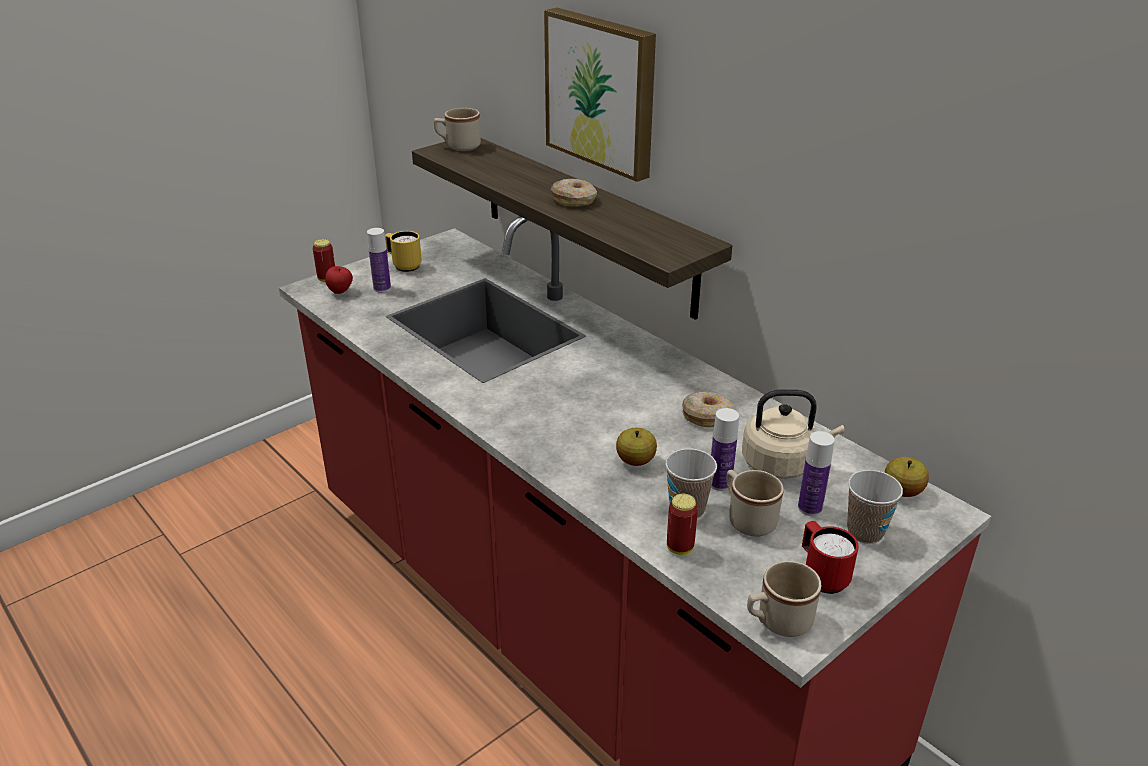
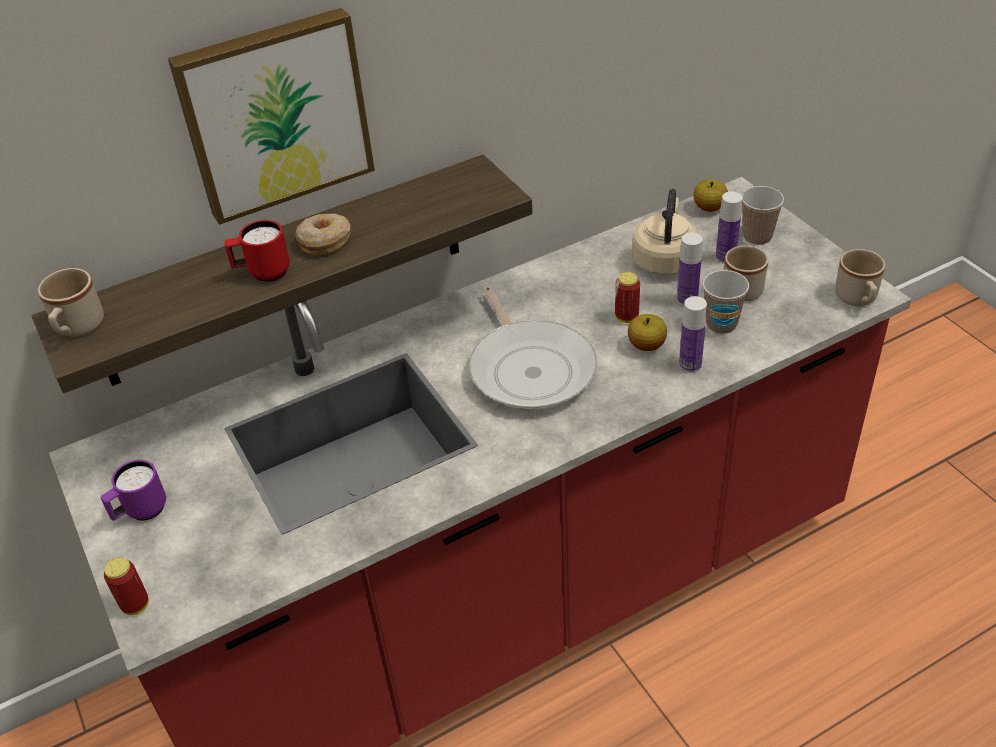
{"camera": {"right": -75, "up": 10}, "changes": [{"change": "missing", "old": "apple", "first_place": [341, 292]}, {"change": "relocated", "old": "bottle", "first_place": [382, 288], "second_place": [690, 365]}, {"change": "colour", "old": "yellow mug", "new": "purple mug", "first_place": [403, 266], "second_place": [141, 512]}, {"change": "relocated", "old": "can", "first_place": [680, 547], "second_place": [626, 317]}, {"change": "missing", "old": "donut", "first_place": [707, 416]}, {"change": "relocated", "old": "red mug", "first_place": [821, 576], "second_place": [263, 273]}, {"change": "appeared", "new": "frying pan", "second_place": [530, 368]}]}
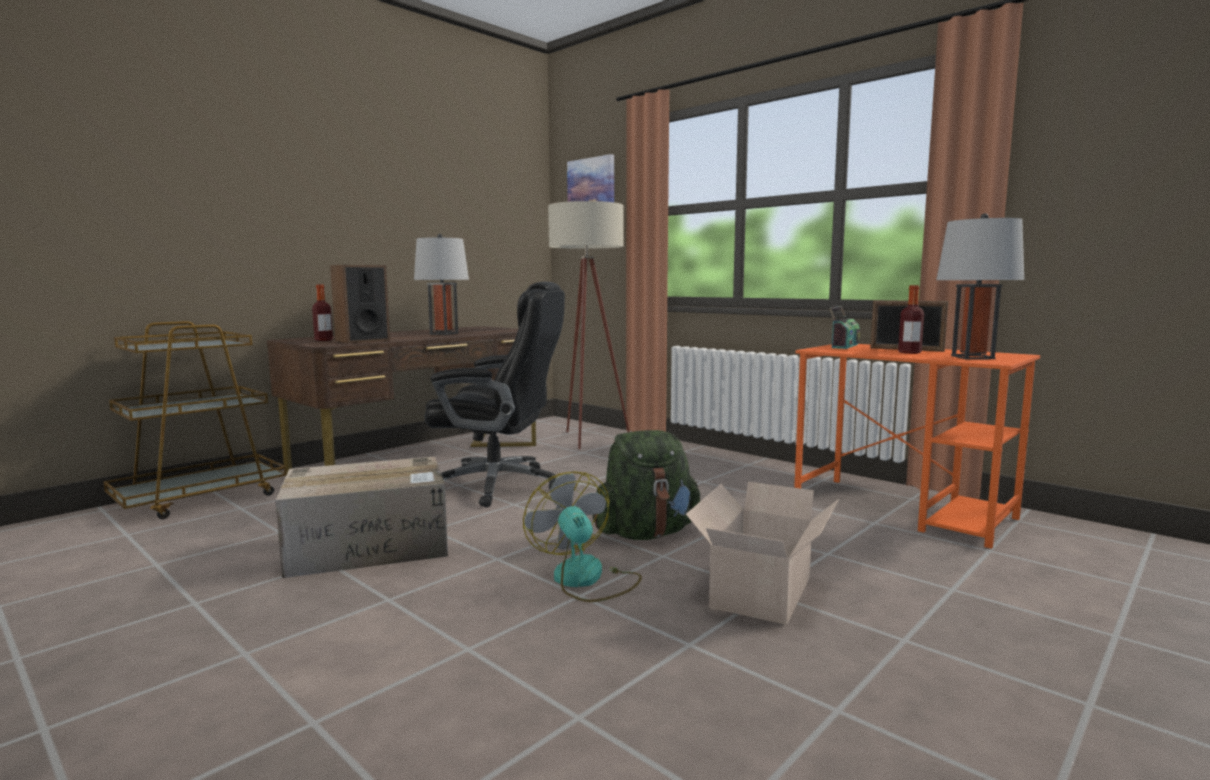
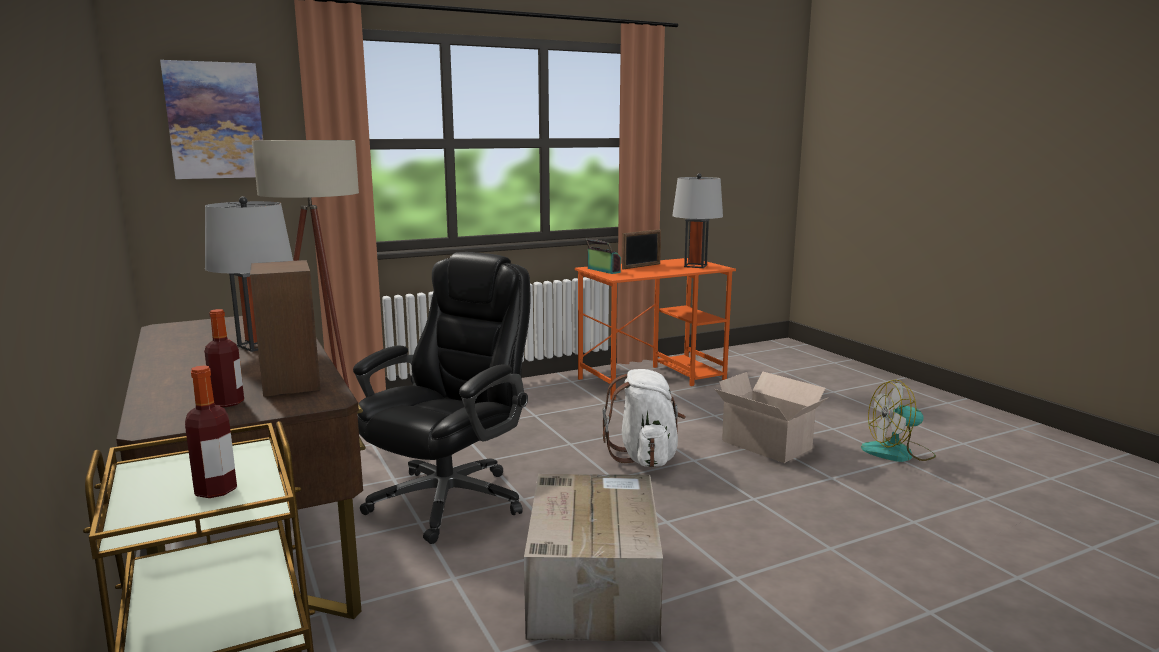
{"camera": {"right": -70, "up": 5}, "changes": [{"change": "relocated", "old": "fan", "first_place": [585, 579], "second_place": [898, 453]}, {"change": "colour", "old": "green backpack", "new": "white backpack", "first_place": [646, 533], "second_place": [645, 457]}, {"change": "relocated", "old": "bottle", "first_place": [909, 352], "second_place": [216, 490]}]}
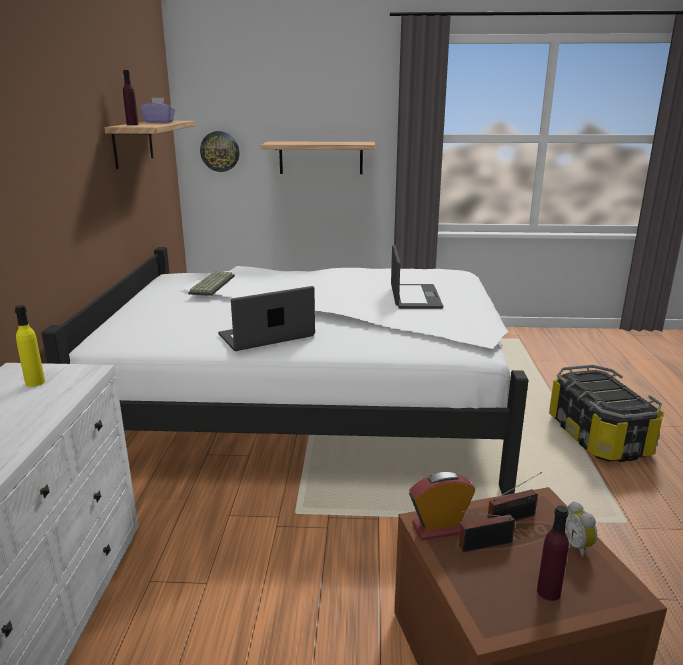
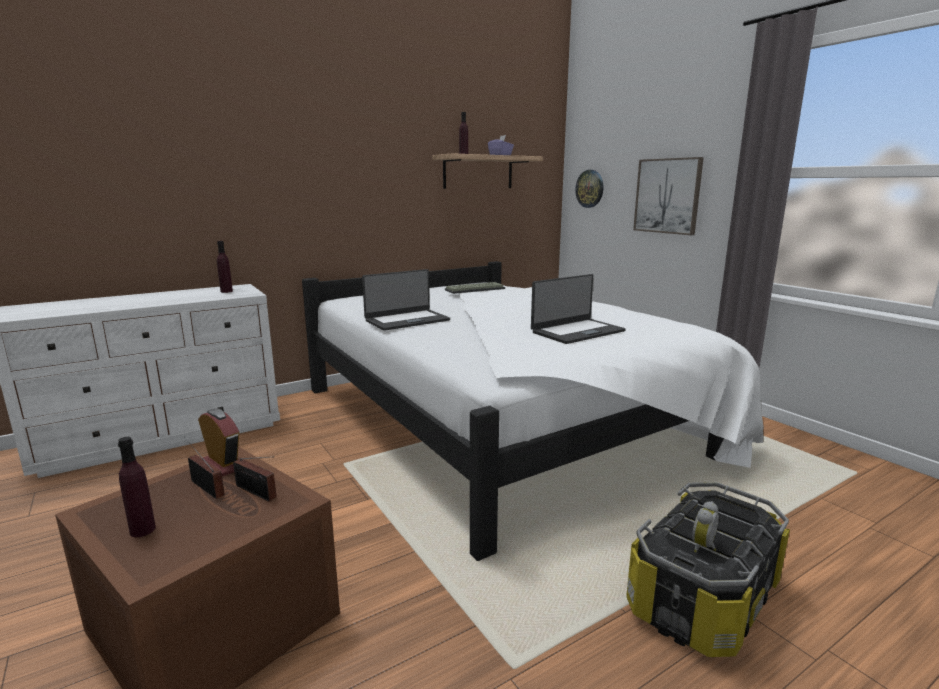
{"camera": {"right": 55, "up": -5}, "changes": [{"change": "colour", "old": "yellow bottle", "new": "purple bottle", "first_place": [35, 382], "second_place": [226, 291]}, {"change": "spun", "old": "laptop", "first_place": [267, 336], "second_place": [407, 320], "degrees": 120}, {"change": "exchanged", "old": "shelf", "new": "picture", "first_place": [321, 157], "second_place": [667, 196]}, {"change": "relocated", "old": "alarm clock", "first_place": [577, 546], "second_place": [705, 547]}]}
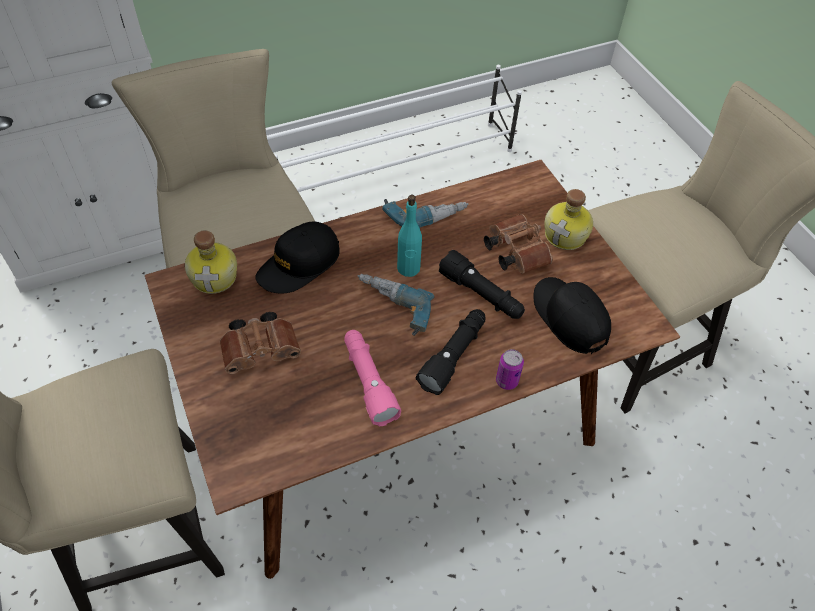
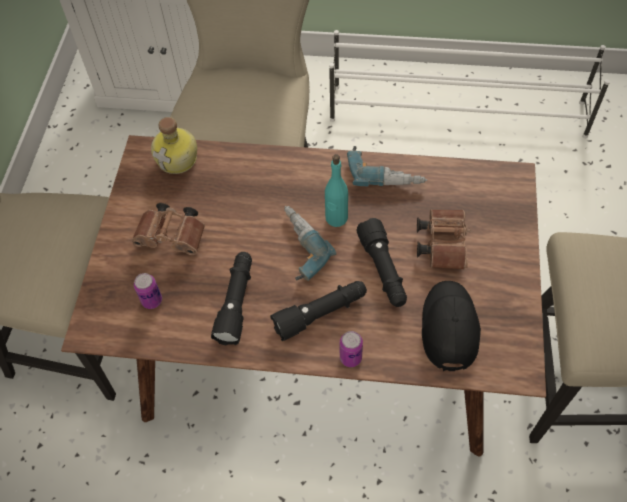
{"camera": {"right": 35, "up": 5}, "changes": [{"change": "missing", "old": "black cap", "first_place": [299, 265]}, {"change": "colour", "old": "pink flashlight", "new": "black flashlight", "first_place": [368, 382], "second_place": [236, 302]}, {"change": "missing", "old": "bottle", "first_place": [566, 235]}, {"change": "appeared", "new": "can", "second_place": [152, 300]}]}
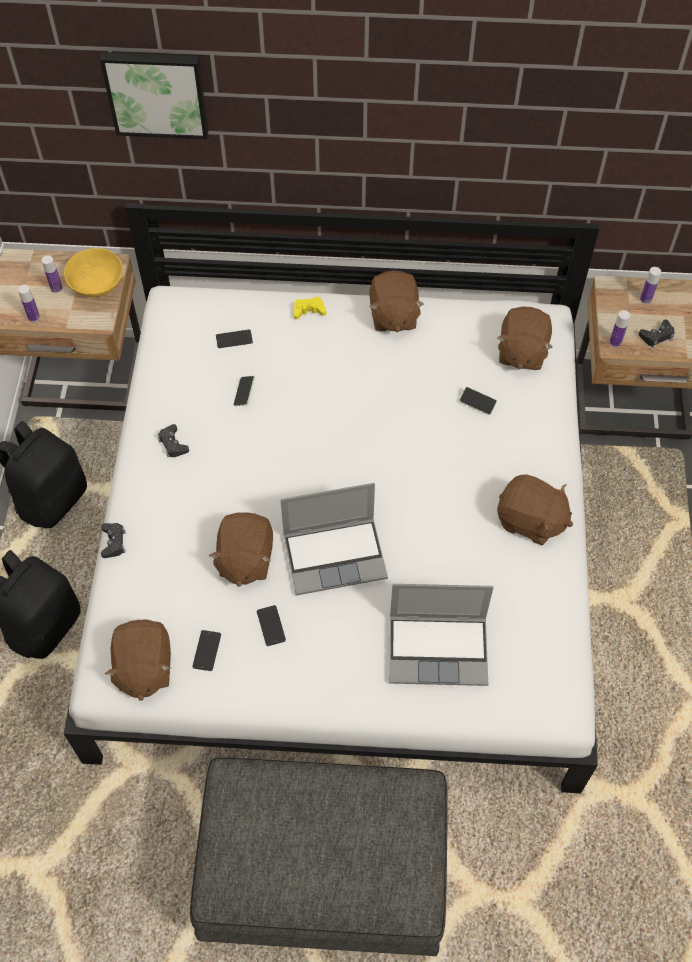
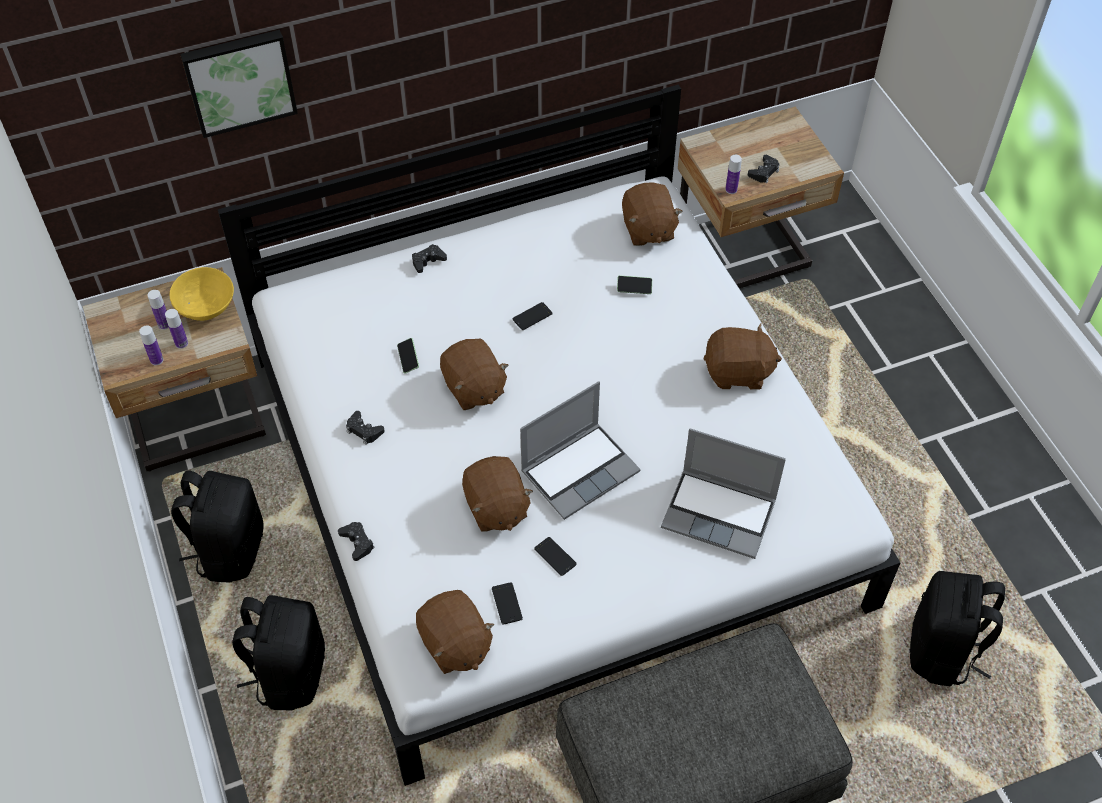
{"camera": {"right": -25, "up": -5}, "changes": [{"change": "relocated", "old": "phone", "first_place": [234, 339], "second_place": [532, 316]}, {"change": "colour", "old": "yellow game controller", "new": "black game controller", "first_place": [309, 310], "second_place": [428, 261]}, {"change": "relocated", "old": "brown plush toy", "first_place": [393, 316], "second_place": [473, 388]}, {"change": "spun", "old": "laptop", "first_place": [439, 649], "second_place": [720, 514], "degrees": 45}, {"change": "relocated", "old": "bottle", "first_place": [645, 299], "second_place": [181, 343]}, {"change": "appeared", "new": "black backpack", "second_place": [942, 651]}]}
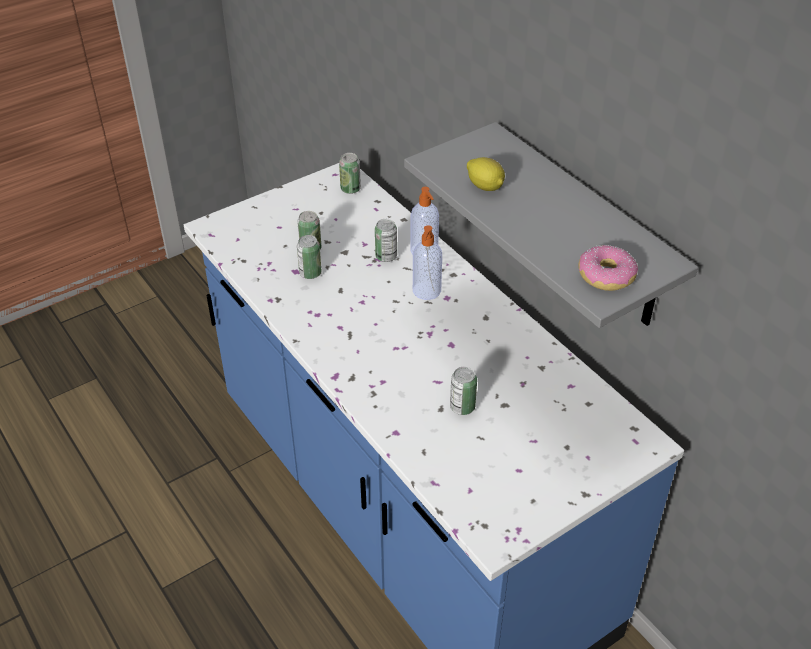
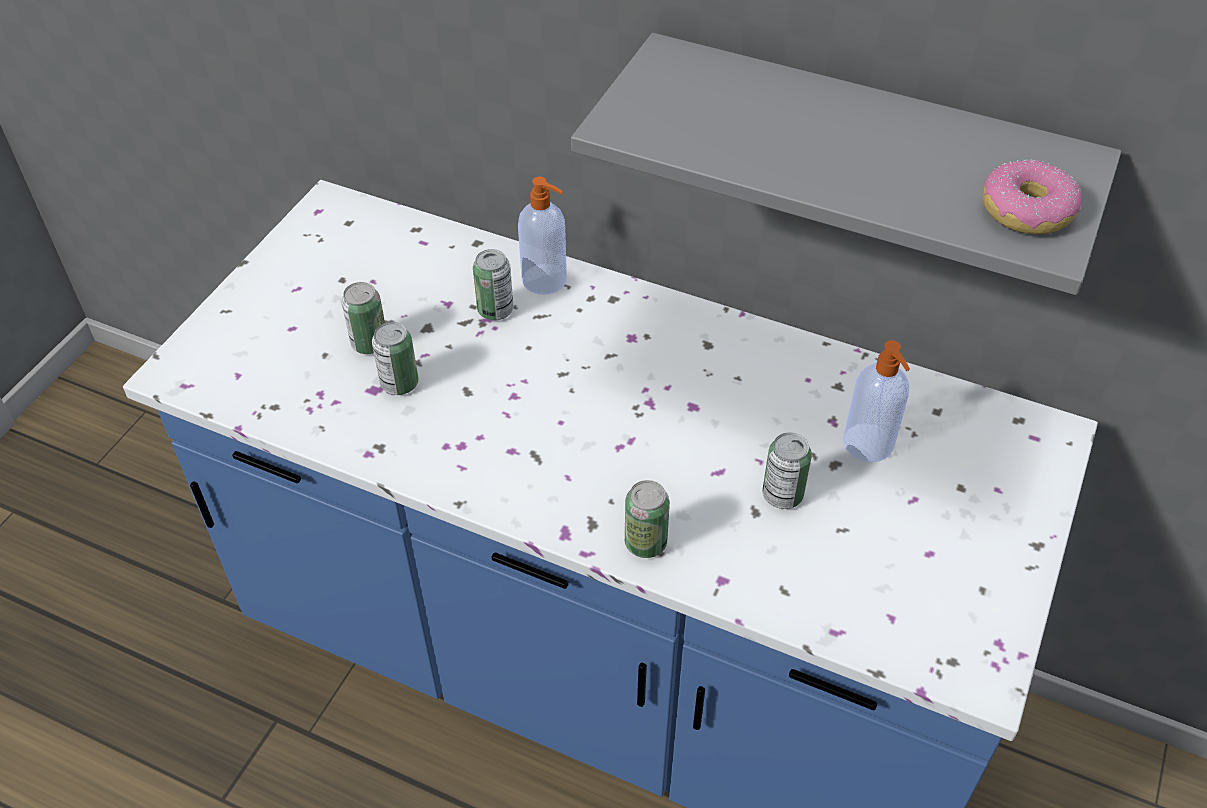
{"camera": {"right": -30, "up": 5}, "changes": [{"change": "relocated", "old": "can", "first_place": [350, 189], "second_place": [645, 543]}, {"change": "relocated", "old": "soap dispenser", "first_place": [426, 291], "second_place": [869, 444]}, {"change": "missing", "old": "lemon", "first_place": [485, 186]}]}
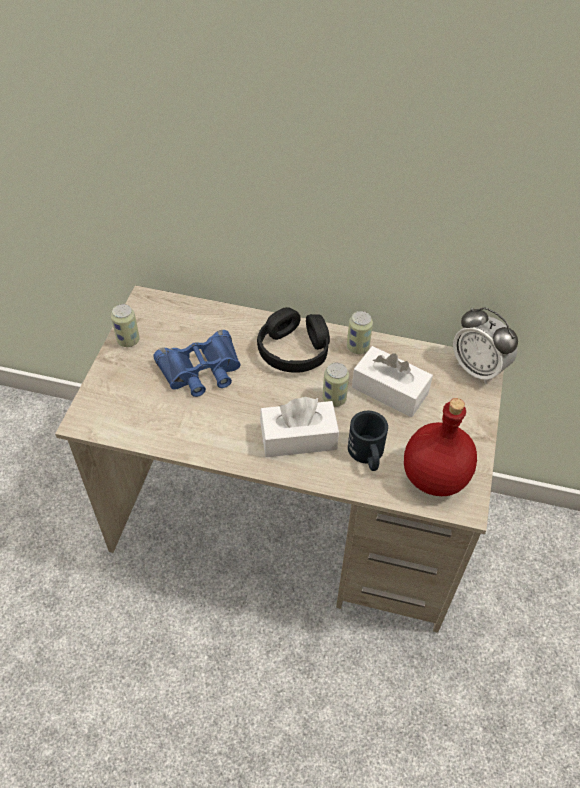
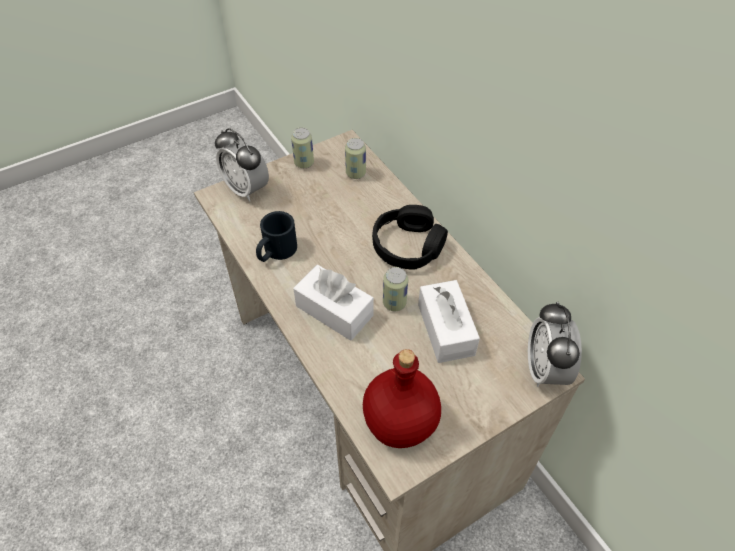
{"camera": {"right": 45, "up": 0}, "changes": [{"change": "missing", "old": "blue binoculars", "first_place": [201, 370]}, {"change": "relocated", "old": "can", "first_place": [357, 347], "second_place": [355, 173]}, {"change": "relocated", "old": "black mug", "first_place": [367, 455], "second_place": [276, 252]}, {"change": "appeared", "new": "alarm clock", "second_place": [246, 189]}]}
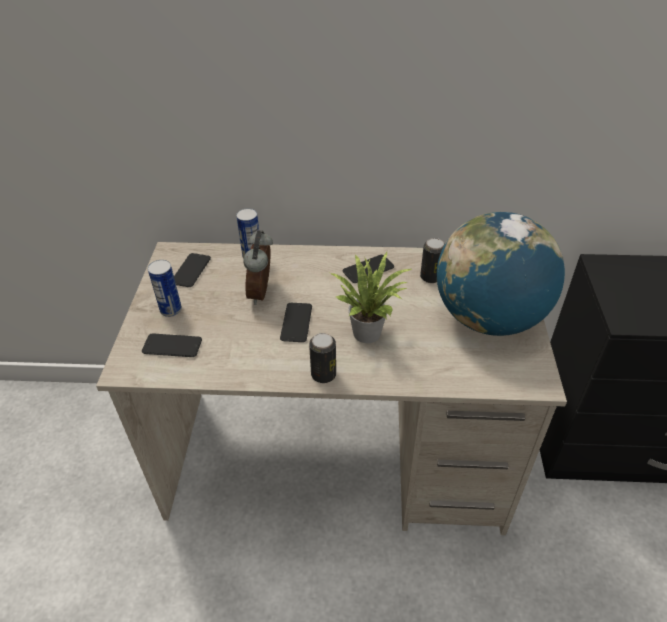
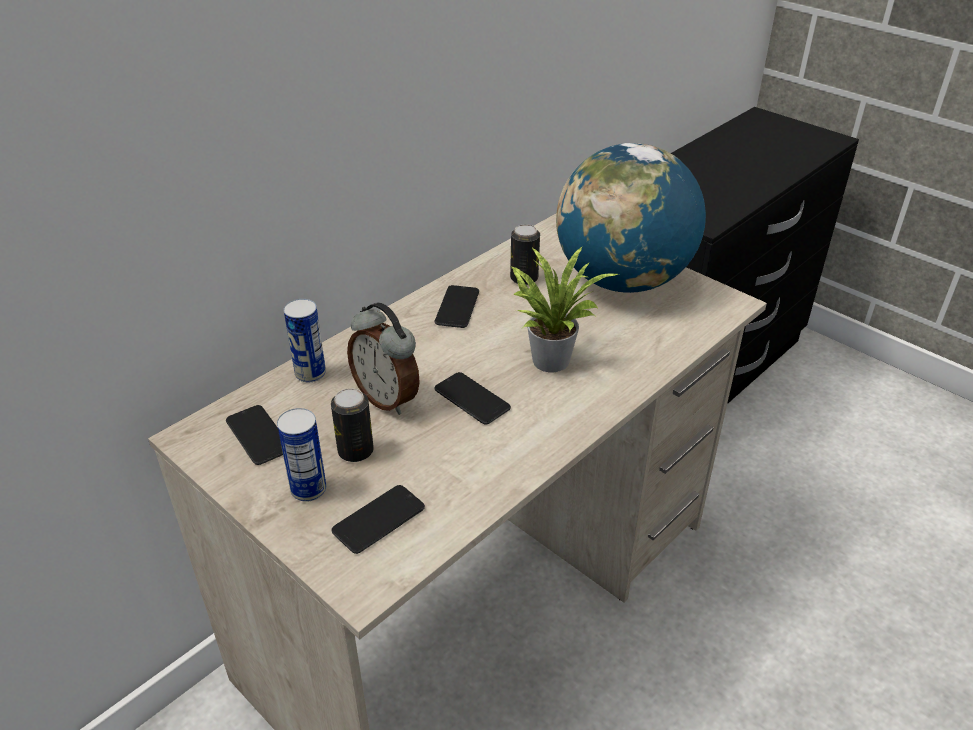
{"camera": {"right": -50, "up": -5}, "changes": [{"change": "relocated", "old": "can", "first_place": [323, 374], "second_place": [355, 451]}]}
